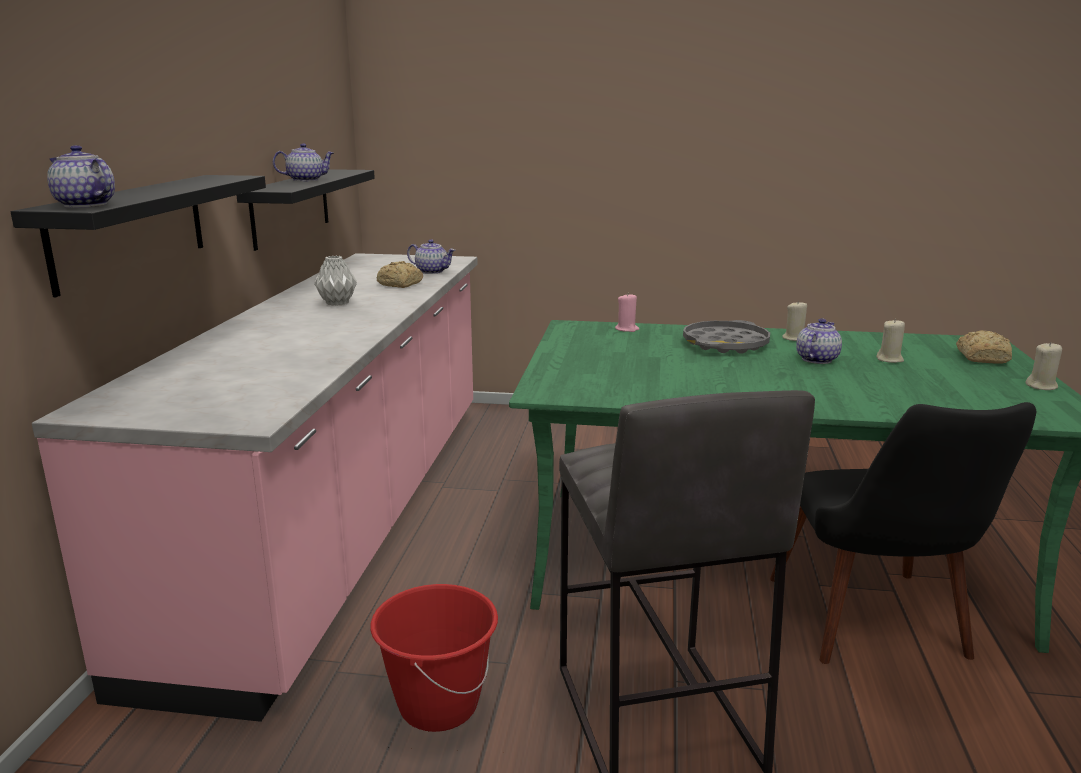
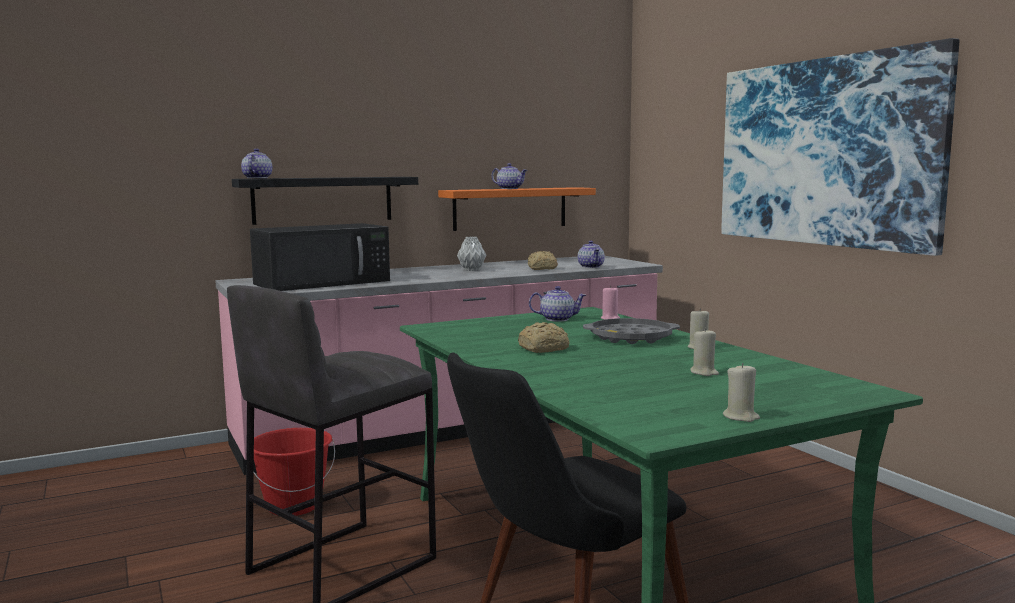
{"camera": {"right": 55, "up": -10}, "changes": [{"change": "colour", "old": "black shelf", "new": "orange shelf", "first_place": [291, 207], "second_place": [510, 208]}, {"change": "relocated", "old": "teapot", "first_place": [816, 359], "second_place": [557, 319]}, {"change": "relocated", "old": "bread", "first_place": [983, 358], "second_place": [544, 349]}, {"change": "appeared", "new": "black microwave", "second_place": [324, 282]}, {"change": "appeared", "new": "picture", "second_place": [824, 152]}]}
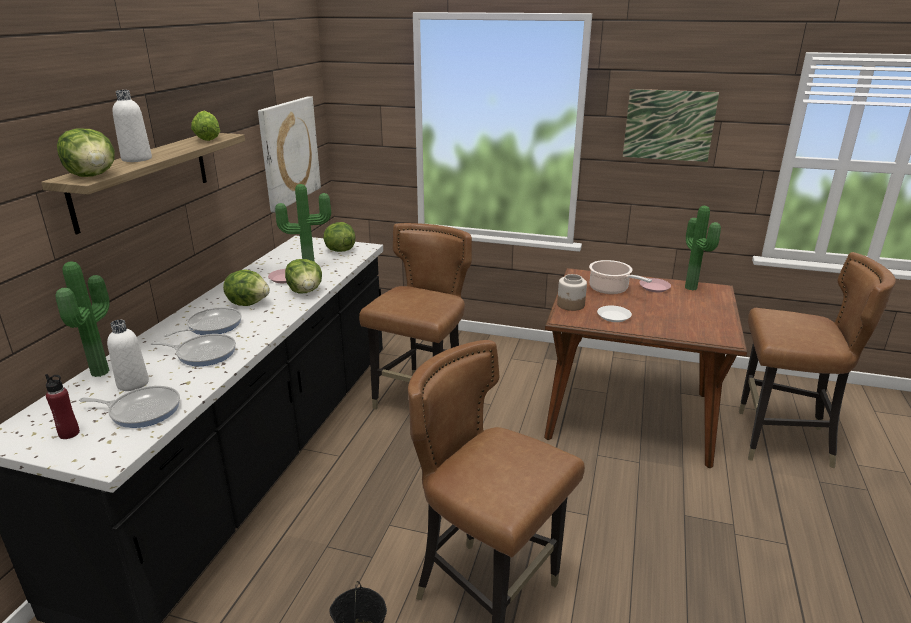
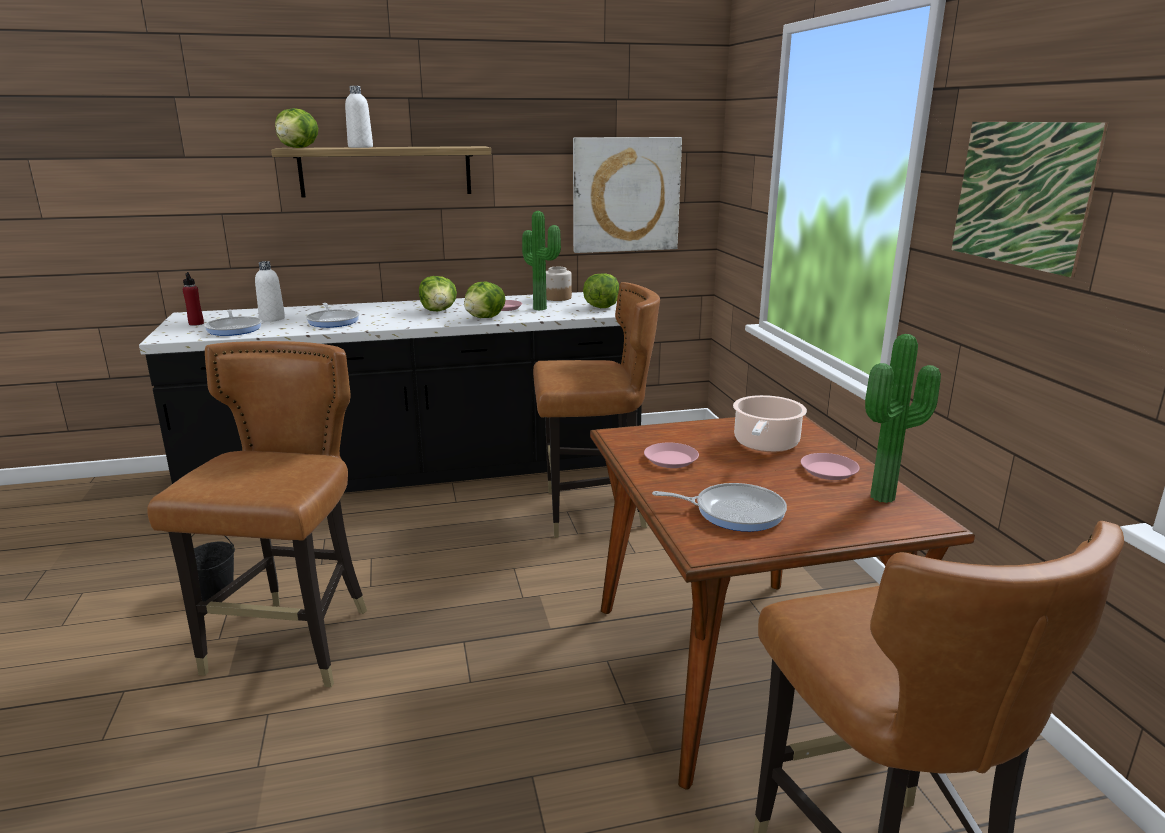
{"camera": {"right": 60, "up": -5}, "changes": [{"change": "missing", "old": "potted plant", "first_place": [103, 372]}, {"change": "relocated", "old": "frying pan", "first_place": [211, 326], "second_place": [734, 512]}, {"change": "missing", "old": "lettuce", "first_place": [207, 138]}, {"change": "relocated", "old": "jar", "first_place": [571, 305], "second_place": [557, 298]}, {"change": "colour", "old": "white plate", "new": "pink plate", "first_place": [614, 316], "second_place": [671, 460]}]}
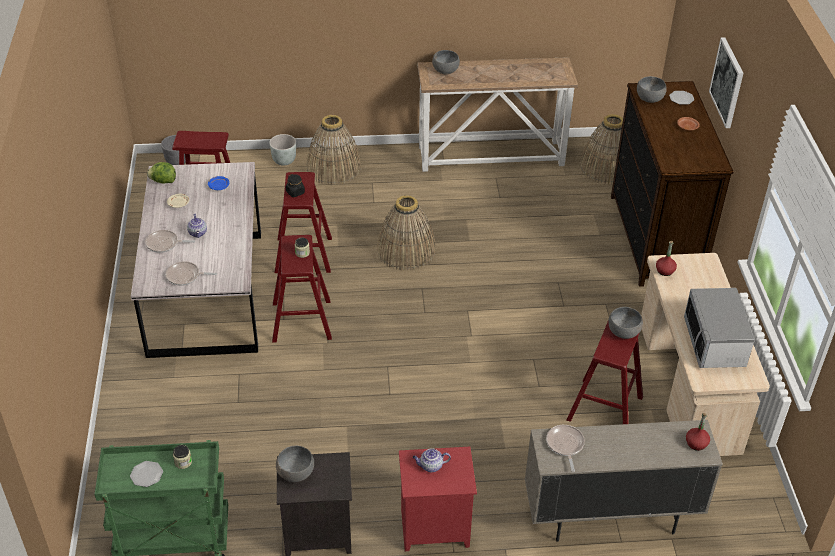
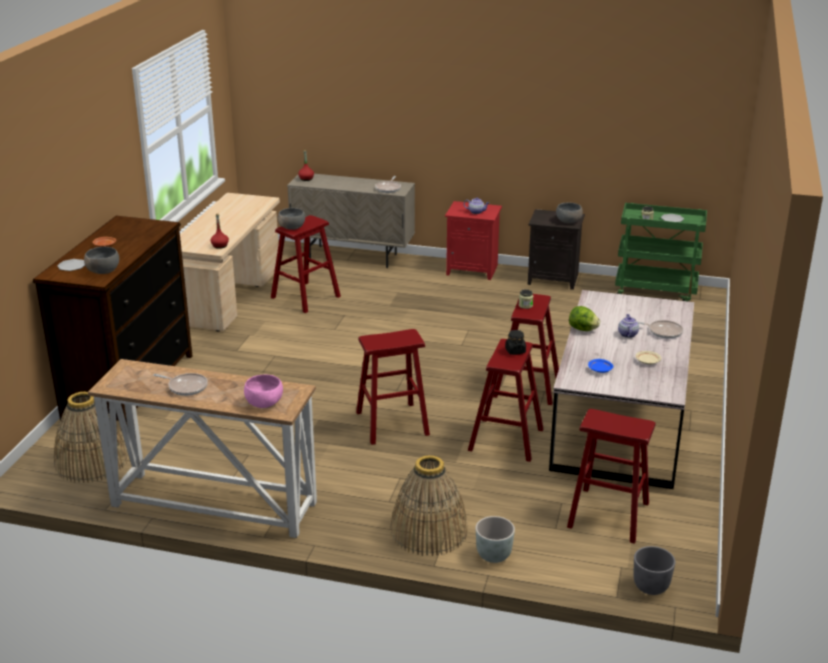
{"camera": {"right": -160, "up": -15}, "changes": [{"change": "relocated", "old": "lettuce", "first_place": [163, 181], "second_place": [582, 329]}, {"change": "relocated", "old": "frying pan", "first_place": [185, 276], "second_place": [186, 387]}, {"change": "exchanged", "old": "basket", "new": "red stool", "first_place": [406, 250], "second_place": [392, 423]}, {"change": "colour", "old": "grey bowl", "new": "pink bowl", "first_place": [445, 70], "second_place": [264, 403]}, {"change": "missing", "old": "microwave", "first_place": [714, 343]}, {"change": "missing", "old": "picture", "first_place": [727, 82]}]}
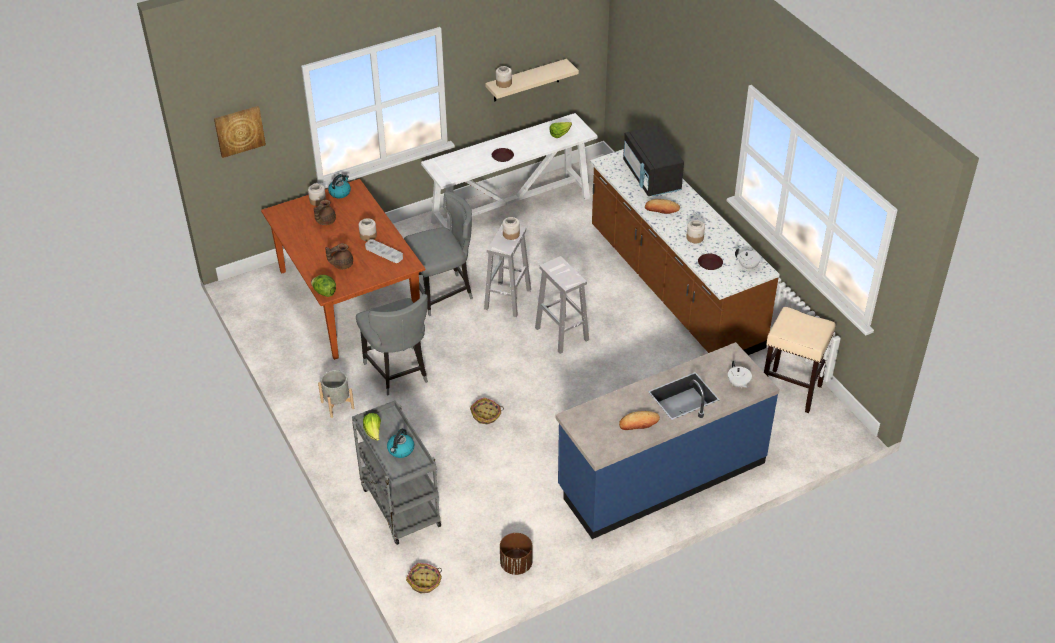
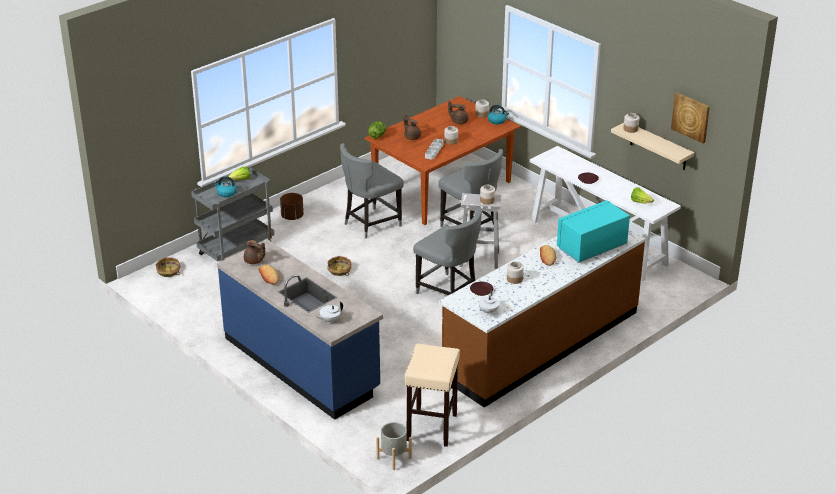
{"camera": {"right": 75, "up": -10}, "changes": [{"change": "relocated", "old": "picture", "first_place": [239, 130], "second_place": [691, 117]}, {"change": "relocated", "old": "grey planter", "first_place": [337, 405], "second_place": [394, 458]}, {"change": "relocated", "old": "brown planter", "first_place": [516, 564], "second_place": [292, 217]}, {"change": "exchanged", "old": "white stool", "new": "grey chair", "first_place": [562, 334], "second_place": [448, 292]}, {"change": "colour", "old": "black microwave", "new": "turquoise microwave", "first_place": [651, 177], "second_place": [591, 247]}, {"change": "appeared", "new": "brown teapot", "second_place": [254, 261]}]}
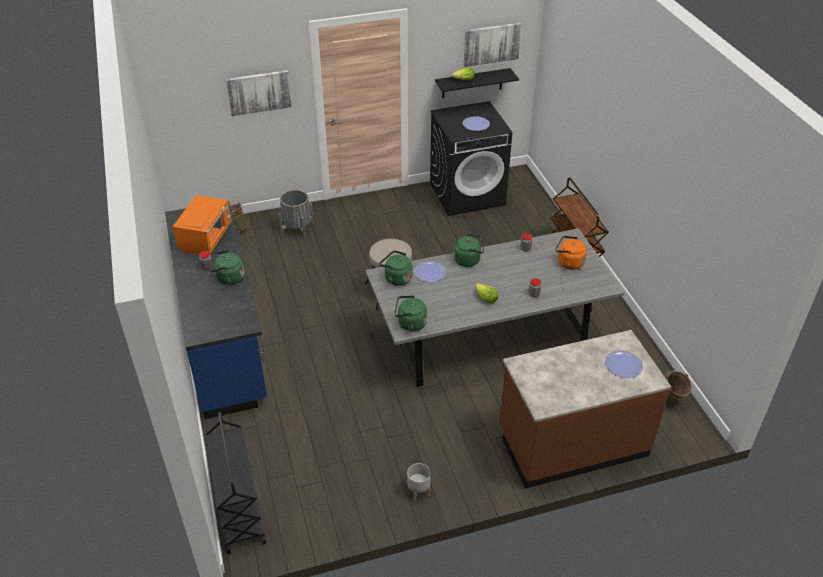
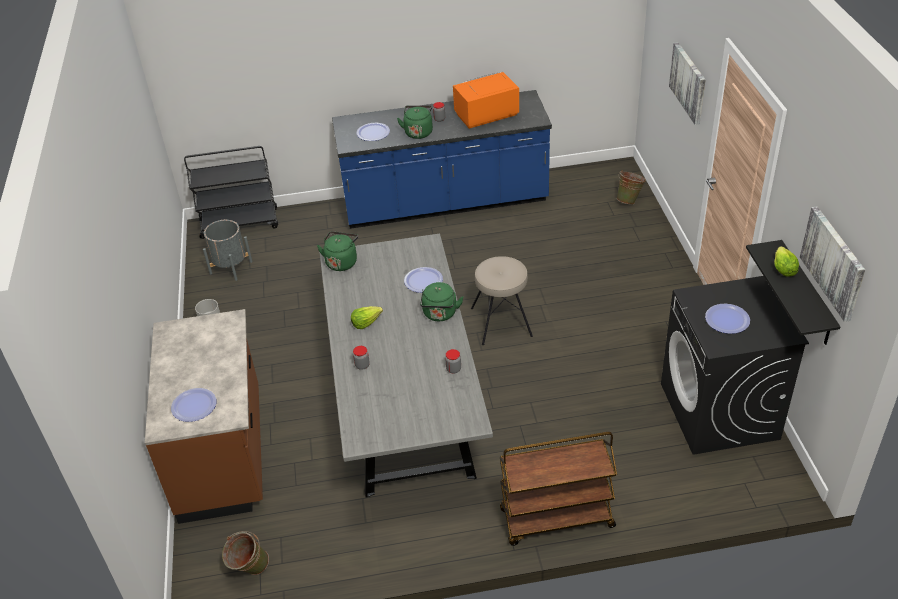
{"camera": {"right": 100, "up": 0}, "changes": [{"change": "spun", "old": "orange microwave", "first_place": [206, 238], "second_place": [485, 116], "degrees": 135}, {"change": "relocated", "old": "grey planter", "first_place": [297, 229], "second_place": [231, 267]}, {"change": "missing", "old": "green kettle", "first_place": [396, 278]}, {"change": "missing", "old": "orange kettle", "first_place": [568, 263]}, {"change": "appeared", "new": "plate", "second_place": [373, 132]}]}
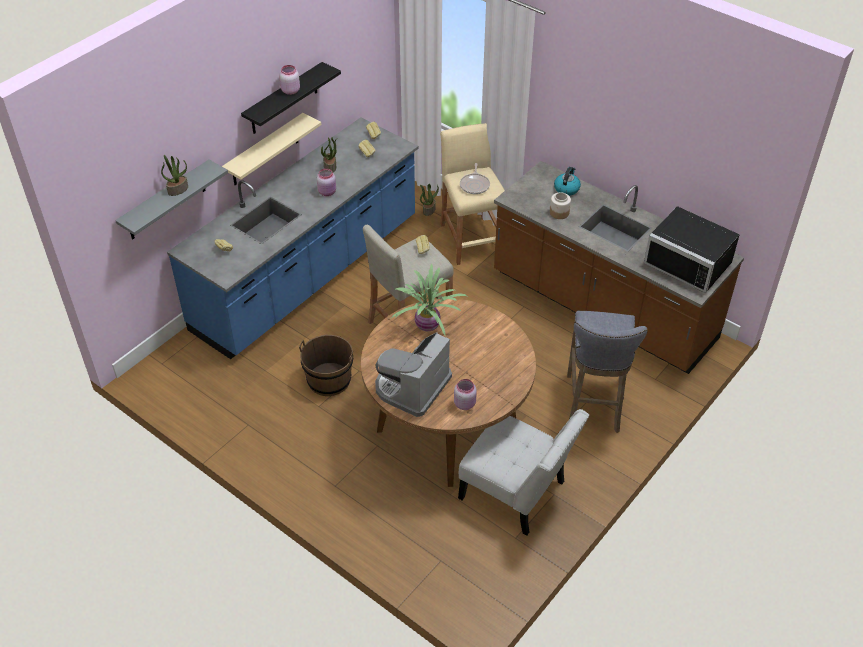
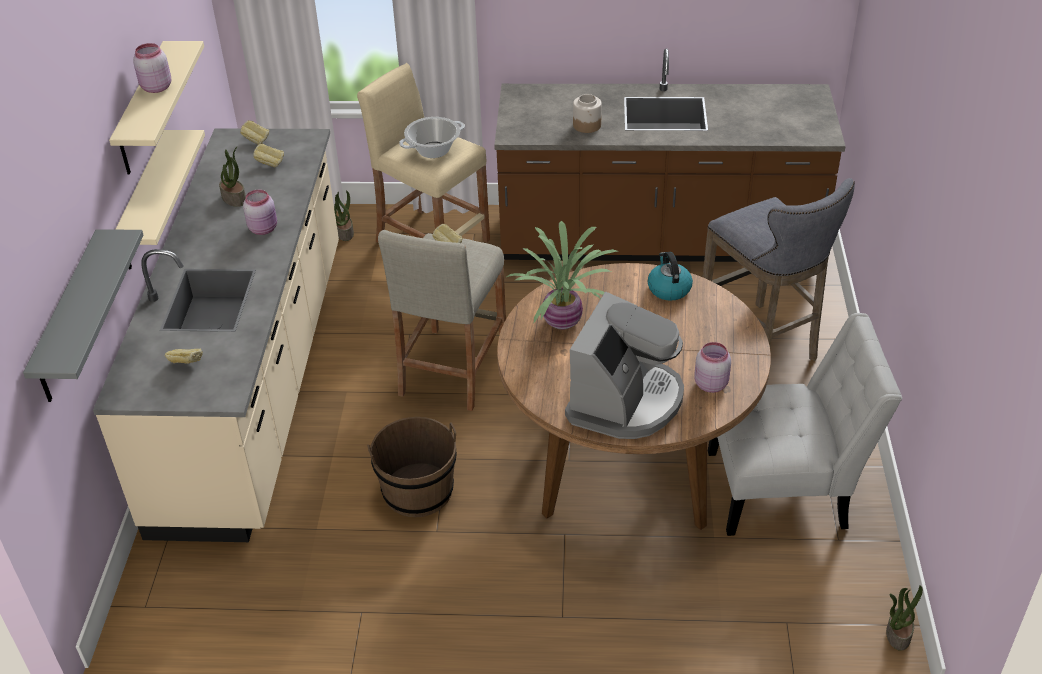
{"camera": {"right": -35, "up": -5}, "changes": [{"change": "relocated", "old": "potted plant", "first_place": [178, 189], "second_place": [897, 634]}, {"change": "colour", "old": "blue counter", "new": "beige counter", "first_place": [308, 274], "second_place": [256, 380]}, {"change": "colour", "old": "black shelf", "new": "beige shelf", "first_place": [284, 99], "second_place": [143, 110]}, {"change": "spun", "old": "coffee machine", "first_place": [412, 387], "second_place": [625, 401], "degrees": -150}, {"change": "exchanged", "old": "frying pan", "new": "cooking pot", "first_place": [475, 185], "second_place": [433, 150]}, {"change": "relocated", "old": "kettle", "first_place": [566, 188], "second_place": [668, 288]}, {"change": "missing", "old": "black microwave", "first_place": [690, 261]}]}
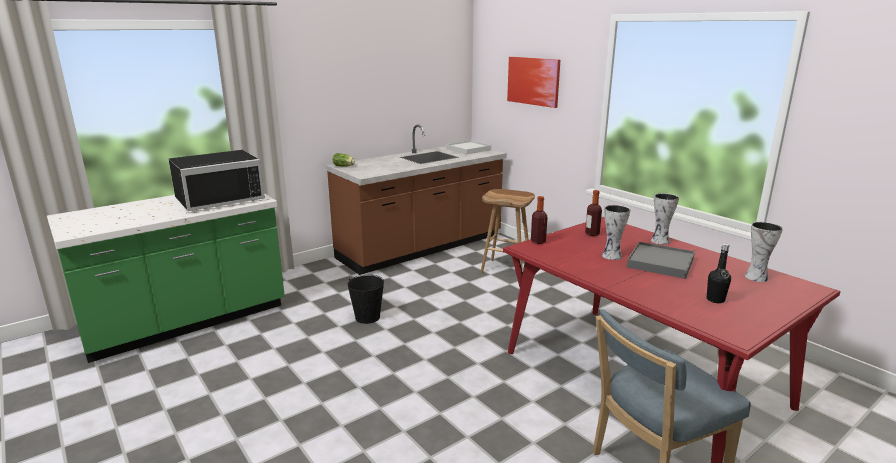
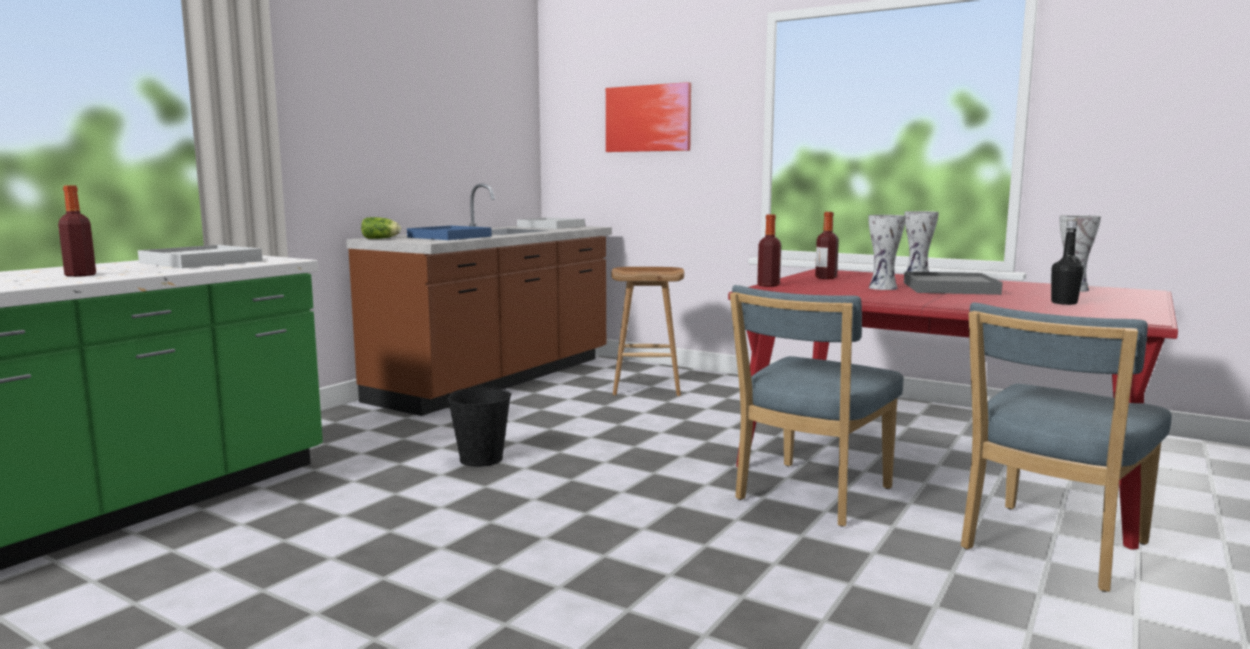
{"camera": {"right": -20, "up": -10}, "changes": [{"change": "exchanged", "old": "black microwave", "new": "white tray", "first_place": [219, 198], "second_place": [201, 262]}, {"change": "appeared", "new": "bottle", "second_place": [80, 275]}, {"change": "appeared", "new": "blue tray", "second_place": [450, 237]}, {"change": "appeared", "new": "blue chair", "second_place": [809, 496]}]}
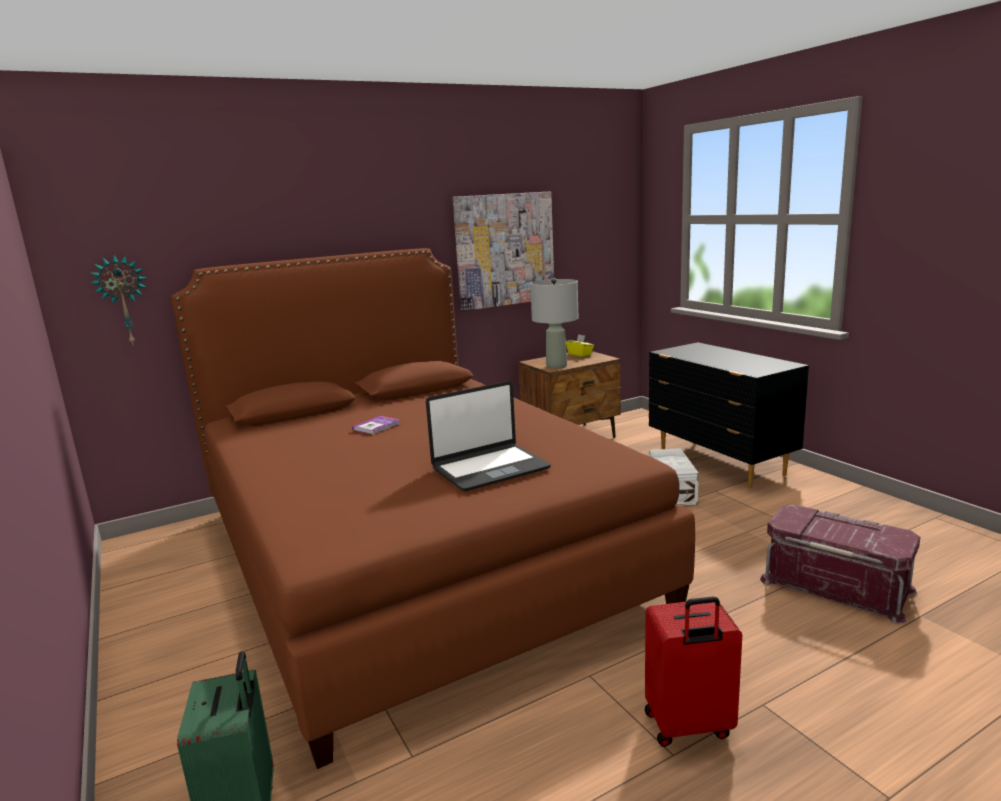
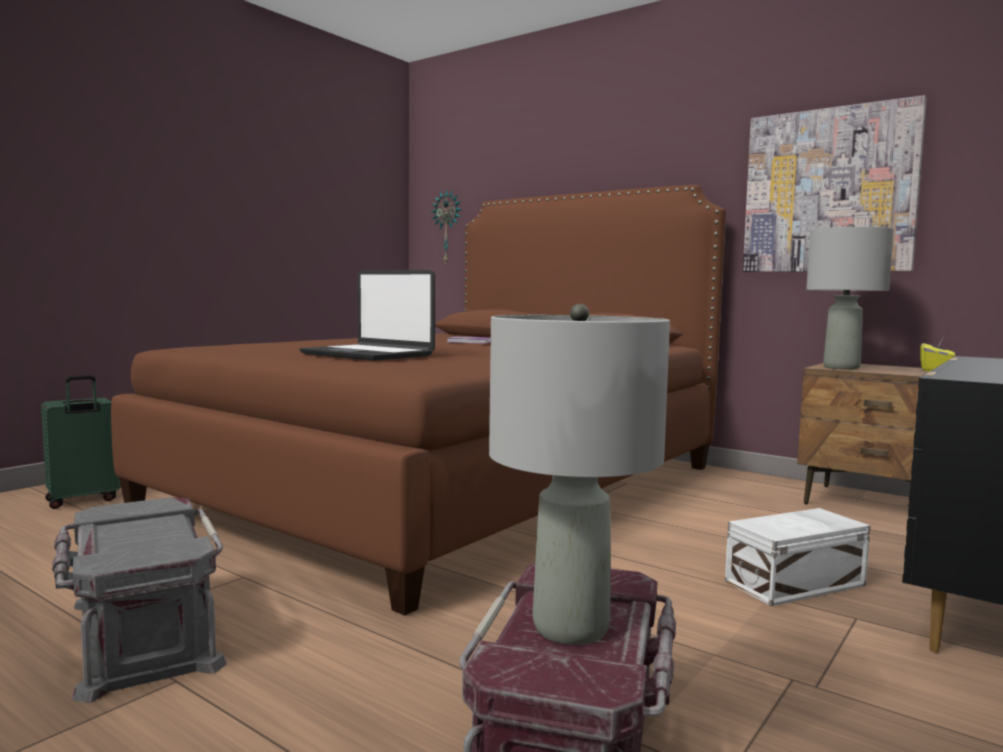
{"camera": {"right": 65, "up": -10}, "changes": [{"change": "exchanged", "old": "red suitcase", "new": "grey storage box", "first_place": [688, 726], "second_place": [140, 634]}, {"change": "appeared", "new": "grey table lamp", "second_place": [572, 627]}]}
